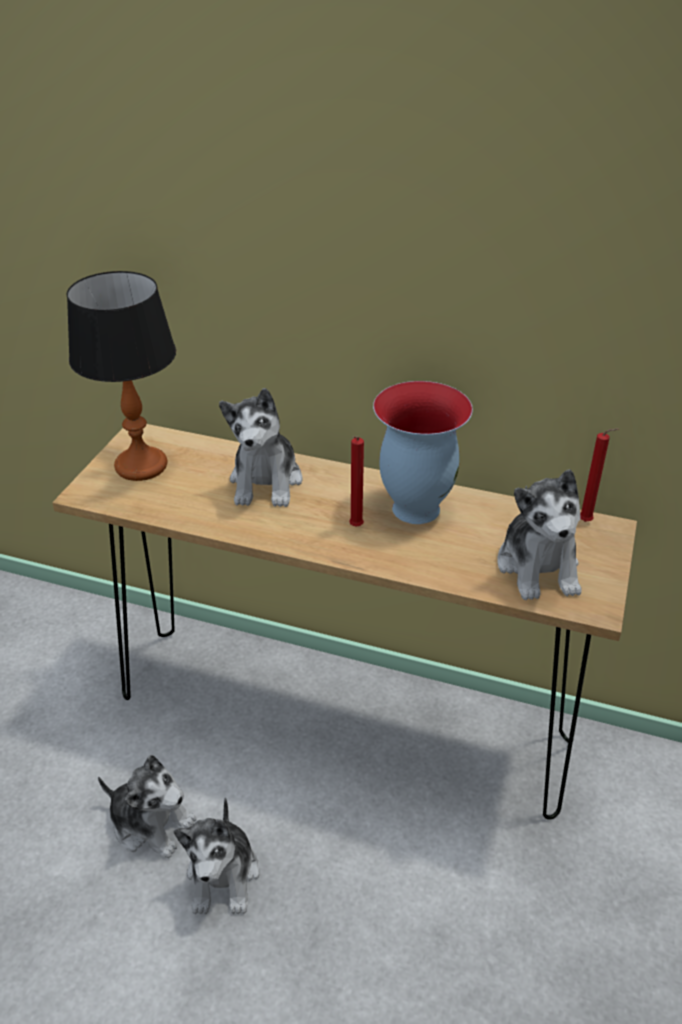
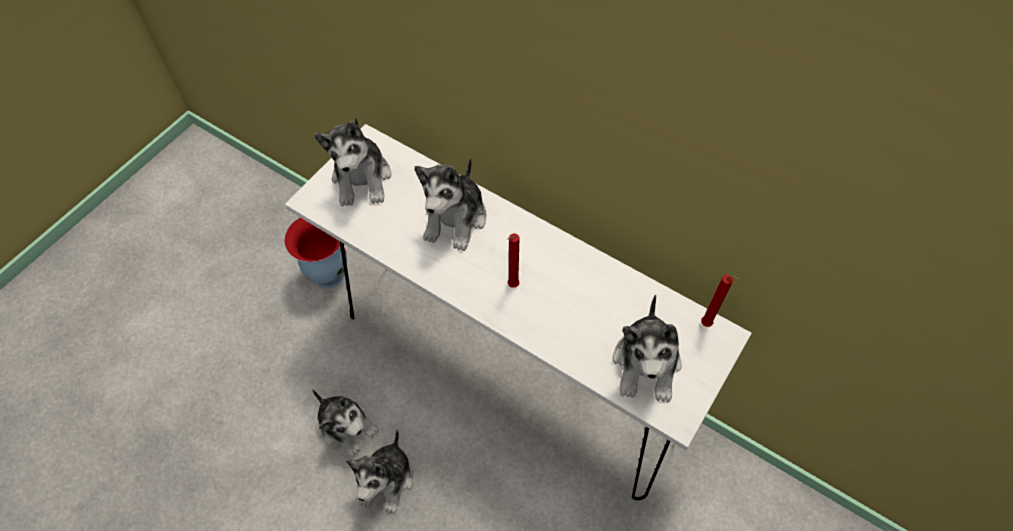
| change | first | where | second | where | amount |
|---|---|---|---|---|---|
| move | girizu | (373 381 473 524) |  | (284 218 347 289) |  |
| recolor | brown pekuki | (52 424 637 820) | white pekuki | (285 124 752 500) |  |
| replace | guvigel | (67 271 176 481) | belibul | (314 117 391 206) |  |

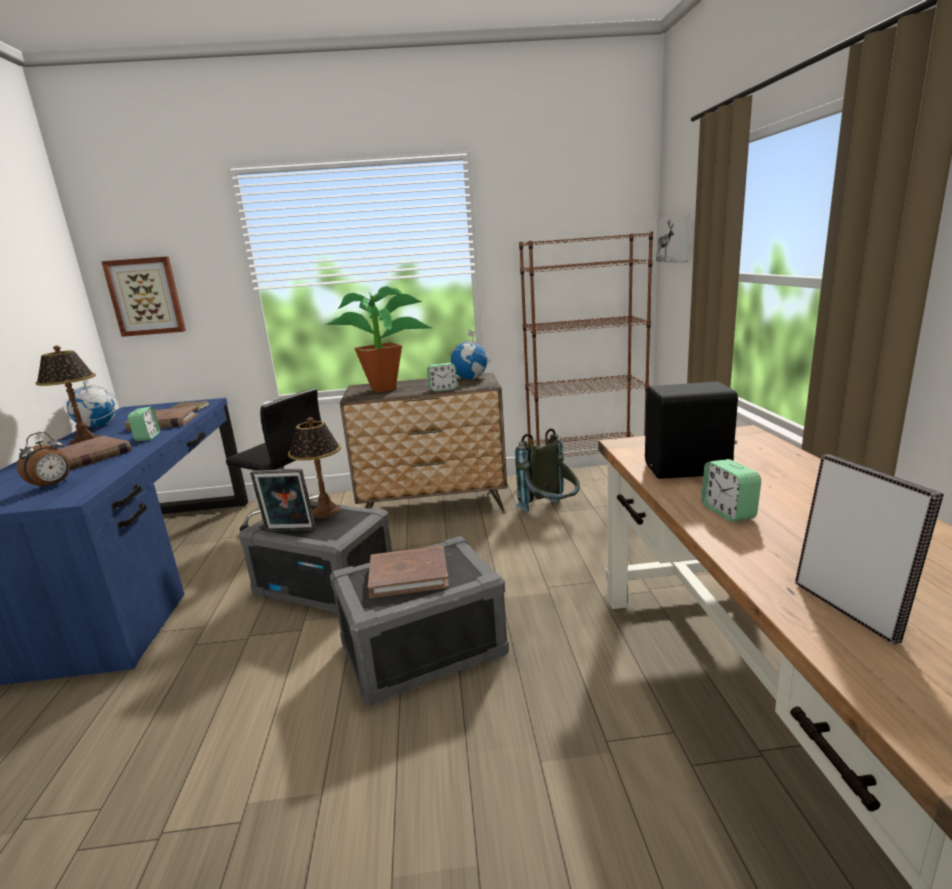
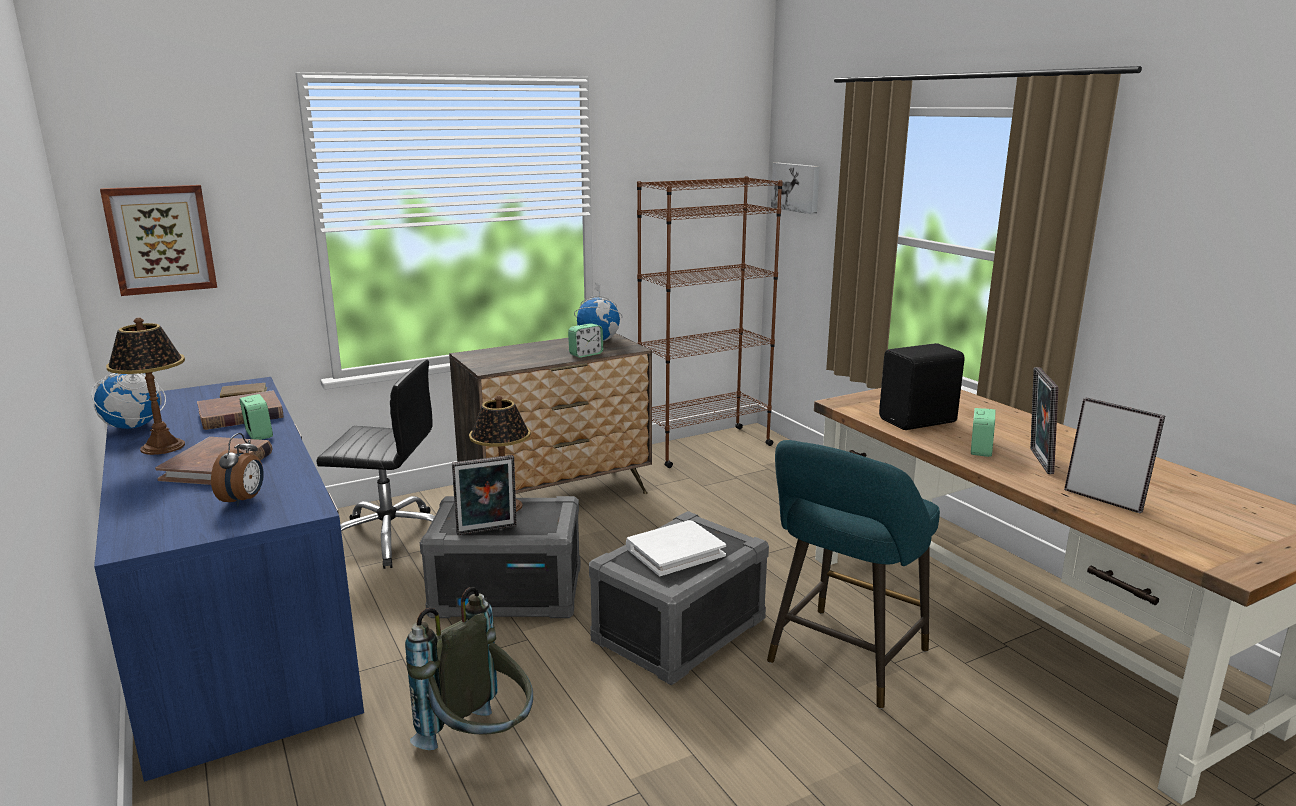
| change | first | where | second | where | amount |
|---|---|---|---|---|---|
| move | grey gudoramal | (515 428 580 511) |  | (405 587 533 750) |  |
| recolor | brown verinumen | (368 546 449 598) | white verinumen | (626 520 726 576) |  |
| insert |  |  | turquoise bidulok | (767 440 940 709) |  |
| rotate | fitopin | (701 459 761 522) |  | (971 408 995 457) | 120 degrees counterclockwise |
| insert |  |  | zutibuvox | (1030 367 1058 474) |  |
| delete | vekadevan | (326 286 433 393) |  |  |  |

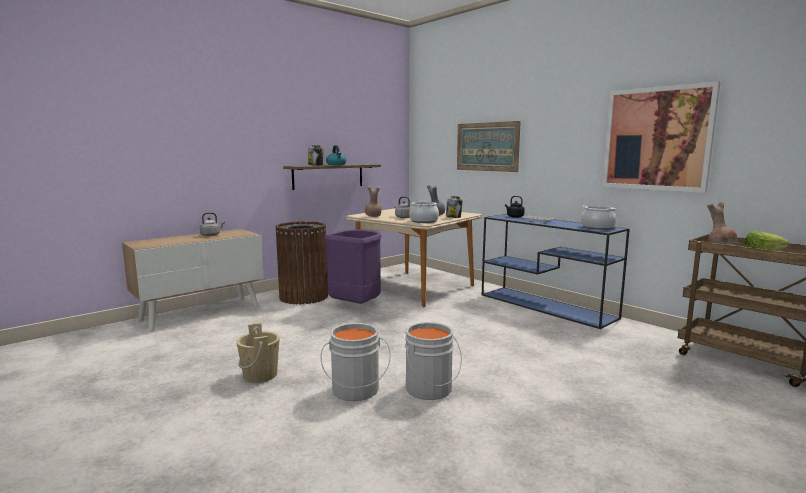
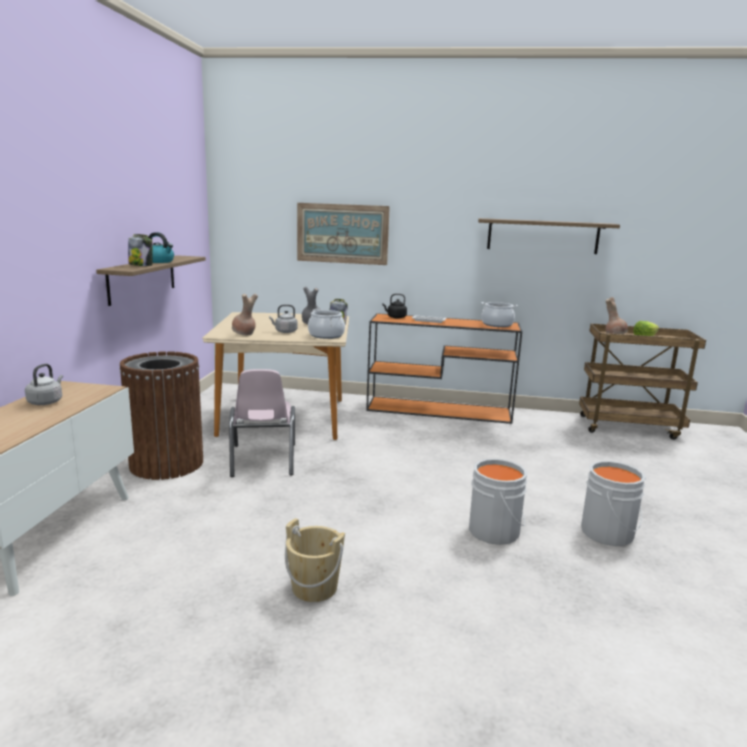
| change | first | where | second | where | amount |
|---|---|---|---|---|---|
| replace | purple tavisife | (324 230 382 304) | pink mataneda | (229 369 295 477) |  |
| recolor | blue pekuki | (482 214 630 329) | orange pekuki | (366 313 522 424) |  |
| replace | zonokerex | (602 81 721 193) | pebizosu | (478 218 620 254) |  |
| move | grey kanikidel | (321 323 391 401) |  | (581 461 646 546) |  |

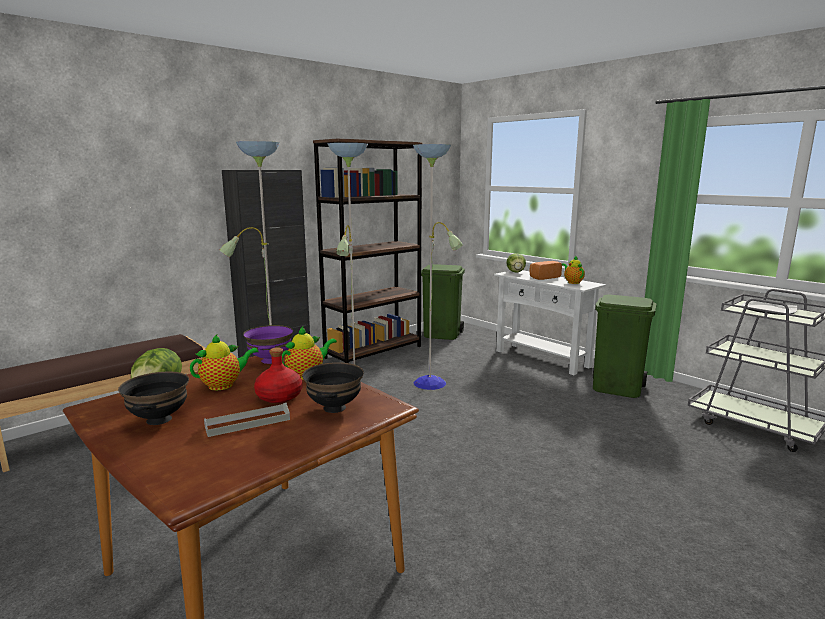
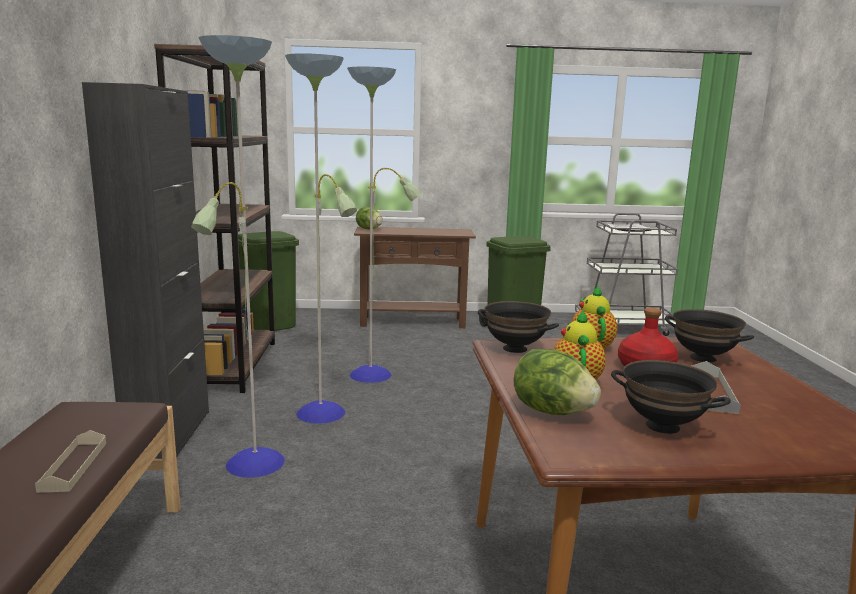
| change | first | where | second | where | amount |
|---|---|---|---|---|---|
| insert |  |  | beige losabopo | (35 430 106 493) |  |
| recolor | white pekuki | (494 270 606 375) | brown pekuki | (354 227 476 328) |  |
| recolor | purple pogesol | (243 325 293 364) | black pogesol | (478 301 559 353) |  |
| delete | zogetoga | (529 261 562 280) |  |  |  |
| delete | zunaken | (562 256 585 284) |  |  |  |

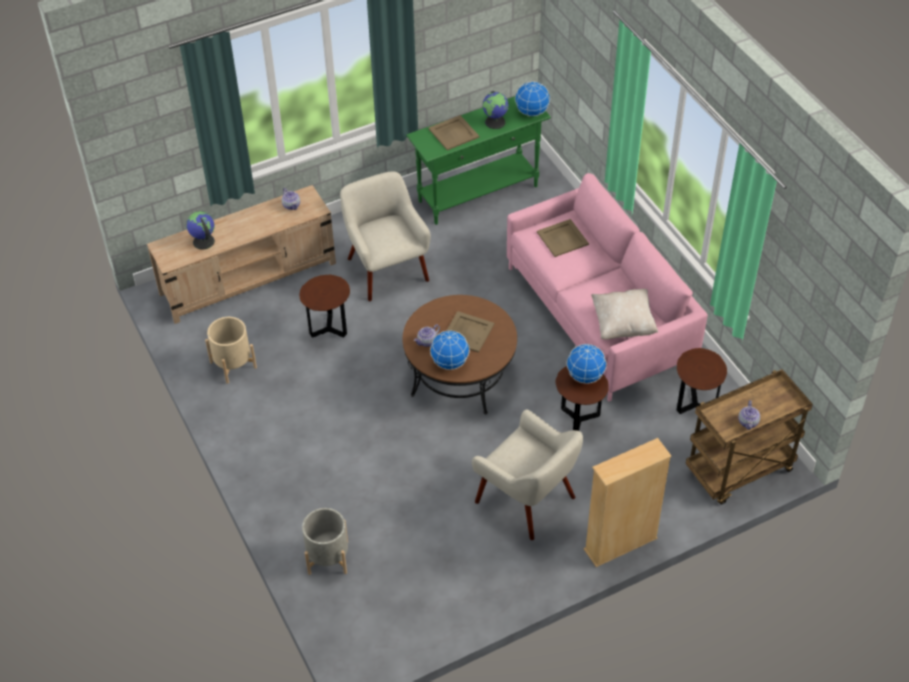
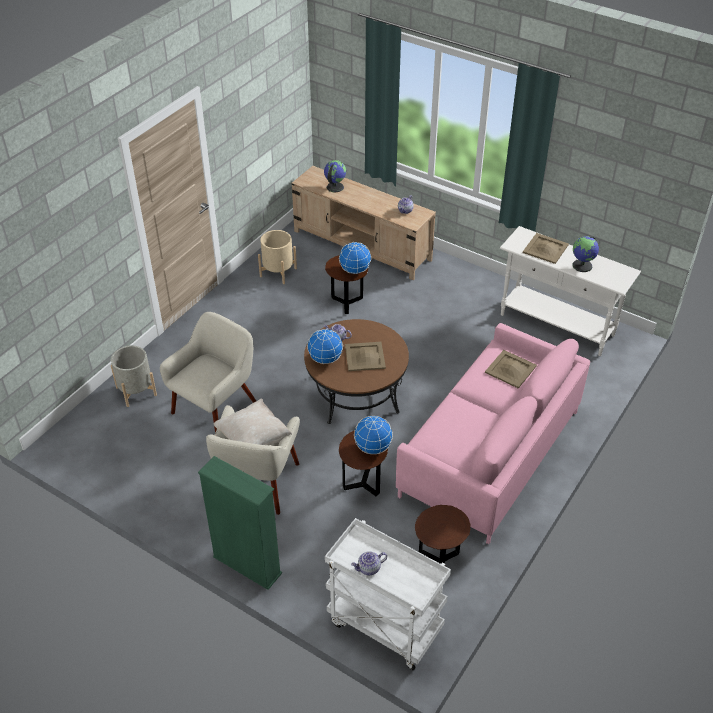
| change | first | where | second | where | amount |
|---|---|---|---|---|---|
| move | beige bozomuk | (340 172 431 301) |  | (160 312 256 433) |  |
| recolor | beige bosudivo | (584 438 672 567) | green bosudivo | (198 456 282 590) |  |
| move | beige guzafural | (591 289 658 340) |  | (214 399 292 445) |  |
| recolor | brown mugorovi | (685 369 813 505) | white mugorovi | (325 518 451 670) |  |
| move | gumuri | (515 81 550 116) |  | (339 242 371 274) |  |
| recolor | green pekuki | (406 96 551 225) | white pekuki | (500 226 641 356) |  |

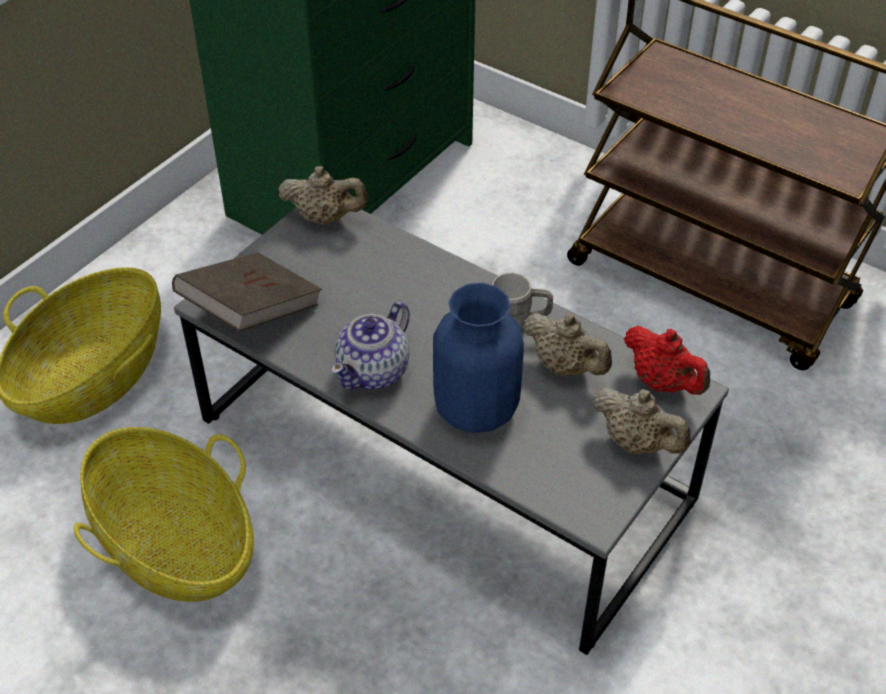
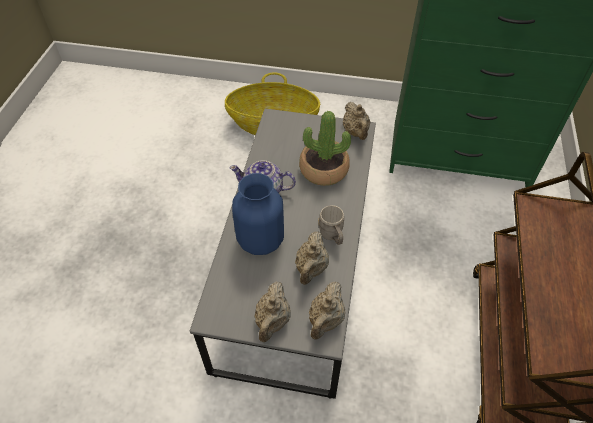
| change | first | where | second | where | amount |
|---|---|---|---|---|---|
| insert |  |  | vekadevan | (299 111 351 186) |  |
| recolor | red zunaken | (624 326 710 395) | beige zunaken | (309 281 345 339) |  |
| delete | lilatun | (74 427 254 602) |  |  |  |
| delete | brown verinumen | (172 252 322 332) |  |  |  |

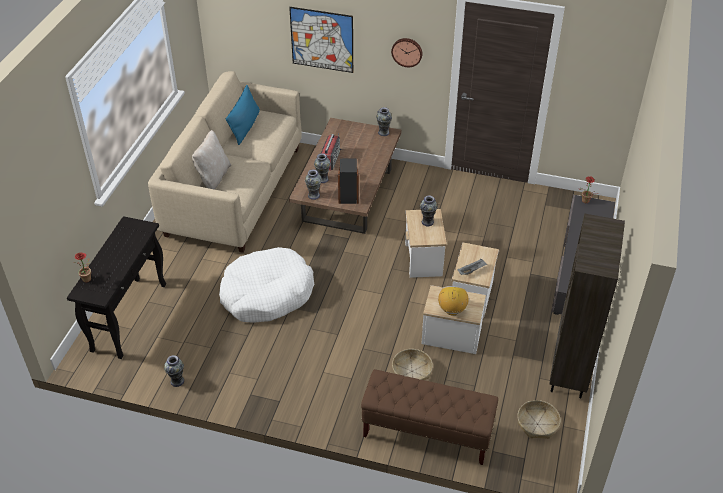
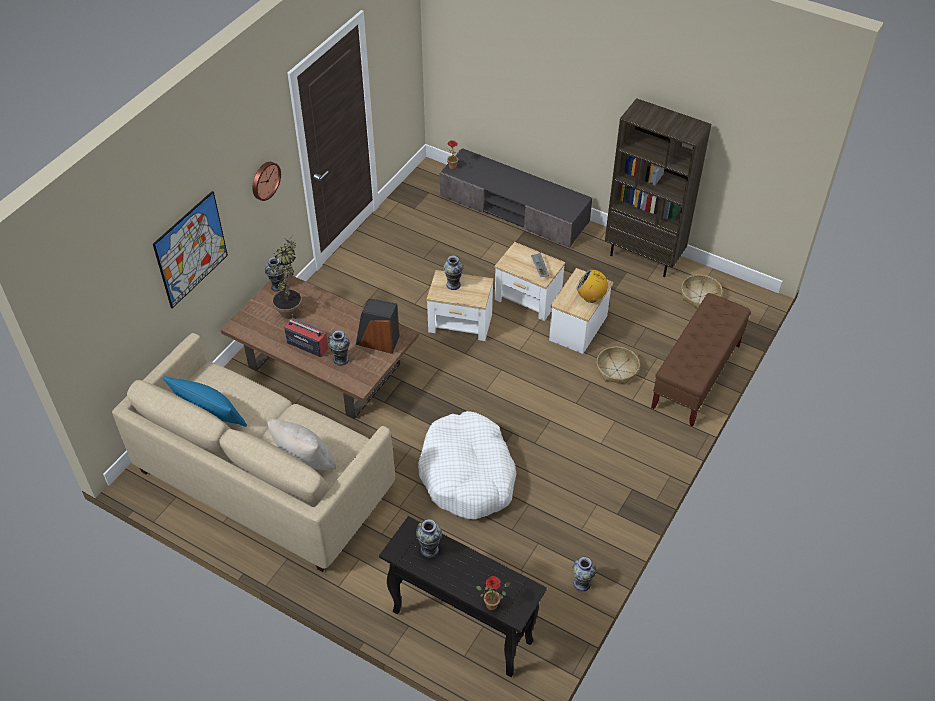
| change | first | where | second | where | amount |
|---|---|---|---|---|---|
| insert |  |  | vekadevan | (270 236 302 319) |  |
| move | girizu | (305 169 322 200) |  | (416 519 442 558) |  |

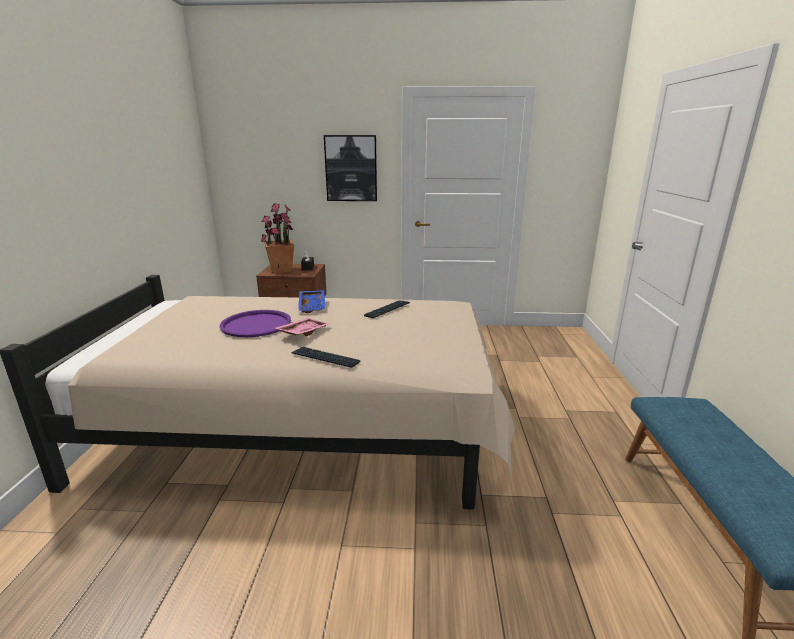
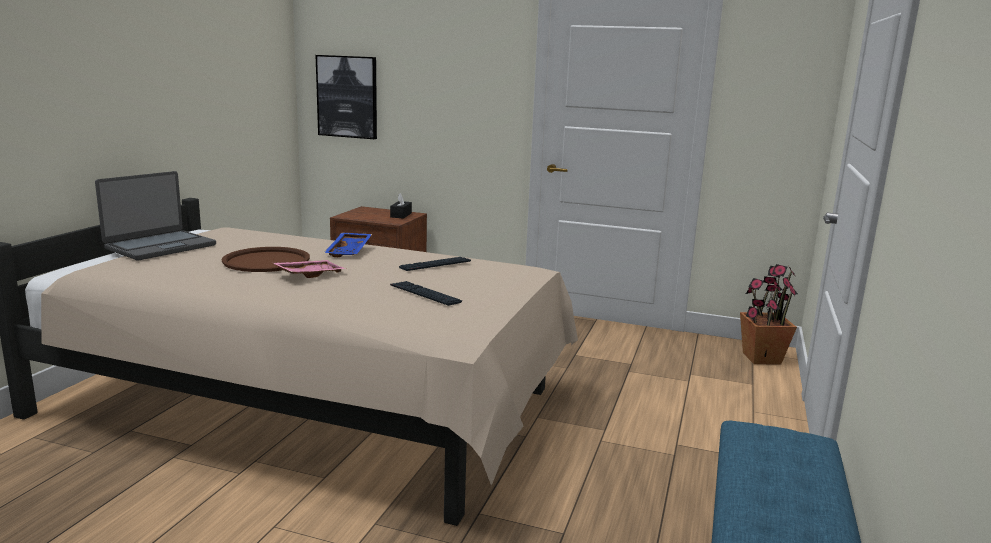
| change | first | where | second | where | amount |
|---|---|---|---|---|---|
| insert |  |  | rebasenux | (95 171 216 260) |  |
| recolor | purple losabopo | (220 310 291 337) | brown losabopo | (222 247 310 272) |  |
| move | zonokerex | (324 135 377 201) |  | (316 55 377 139) |  |
| move | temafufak | (291 347 361 368) |  | (390 281 462 306) |  |
| move | vekadevan | (261 203 294 273) |  | (740 264 798 365) |  |

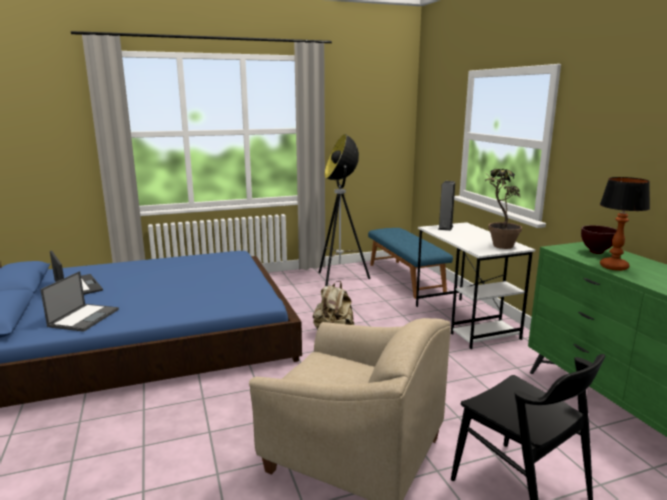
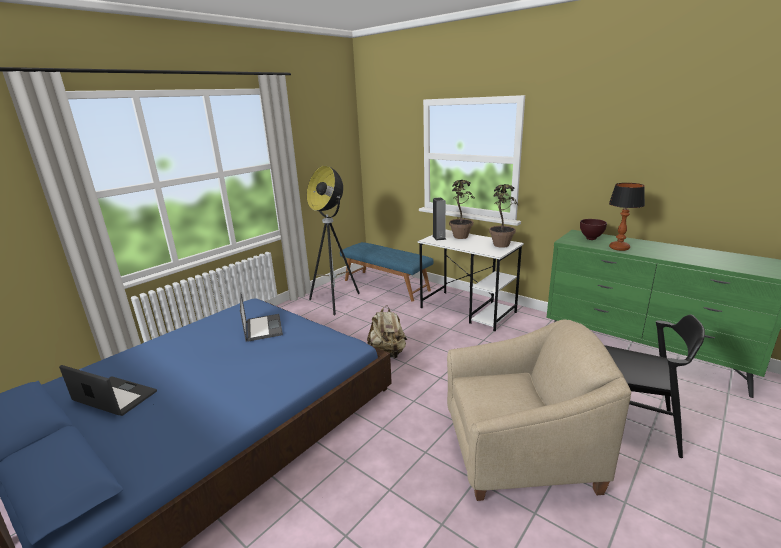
| change | first | where | second | where | amount |
|---|---|---|---|---|---|
| move | rebasenux | (40 271 119 332) |  | (240 293 283 342) |  |
| insert |  |  | vekadevan | (449 180 475 239) |  |

